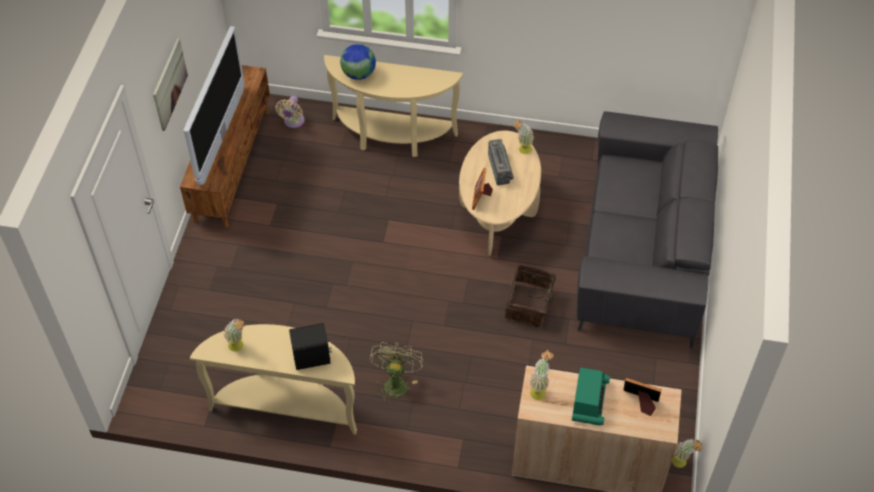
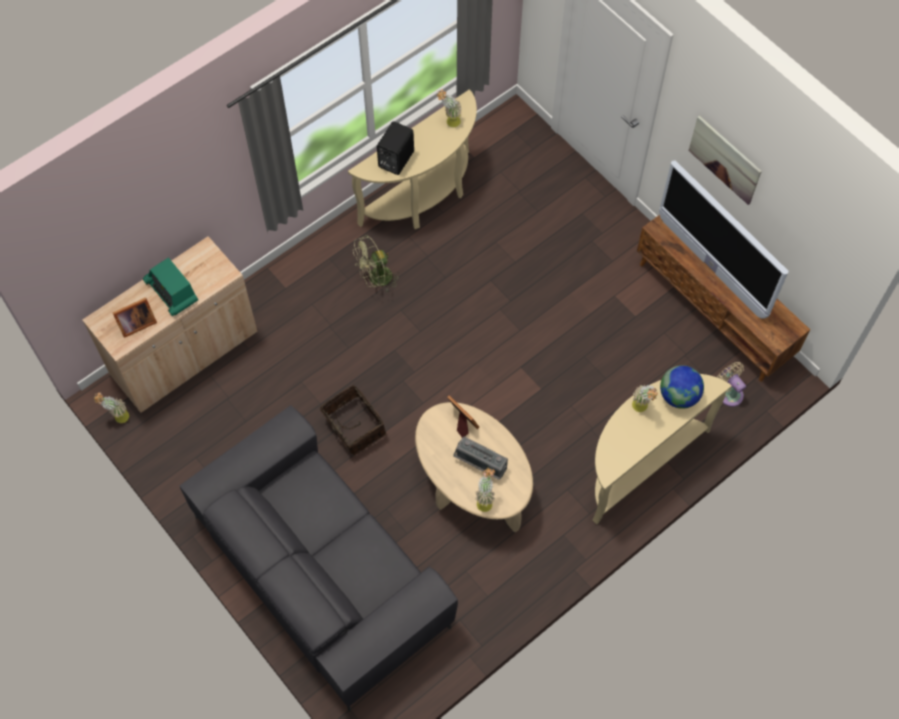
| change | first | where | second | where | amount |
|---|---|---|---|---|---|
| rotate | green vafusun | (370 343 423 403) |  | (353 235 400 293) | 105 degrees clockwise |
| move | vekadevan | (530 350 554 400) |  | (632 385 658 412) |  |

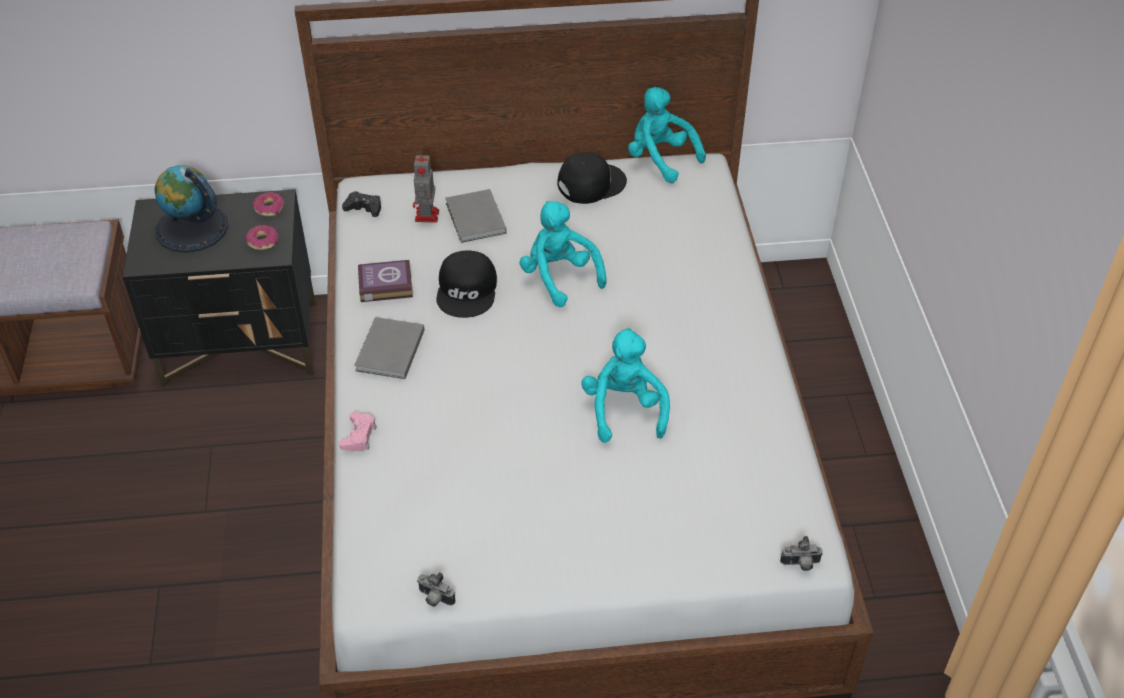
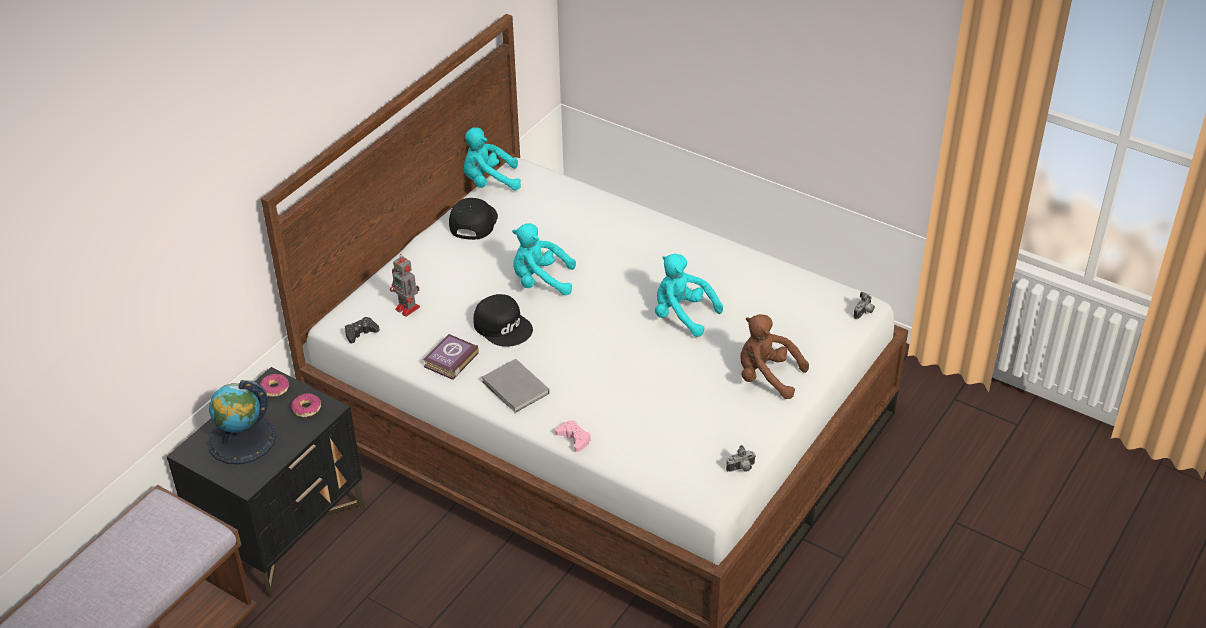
| change | first | where | second | where | amount |
|---|---|---|---|---|---|
| insert |  |  | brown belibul | (740 314 809 399) |  |
| delete | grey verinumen | (445 189 507 243) |  |  |  |

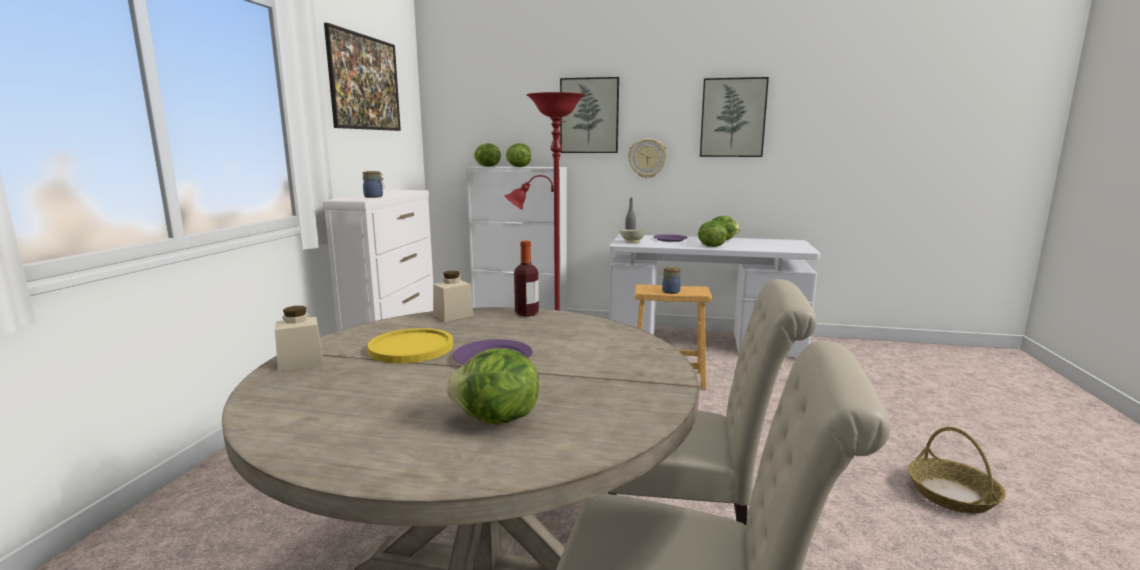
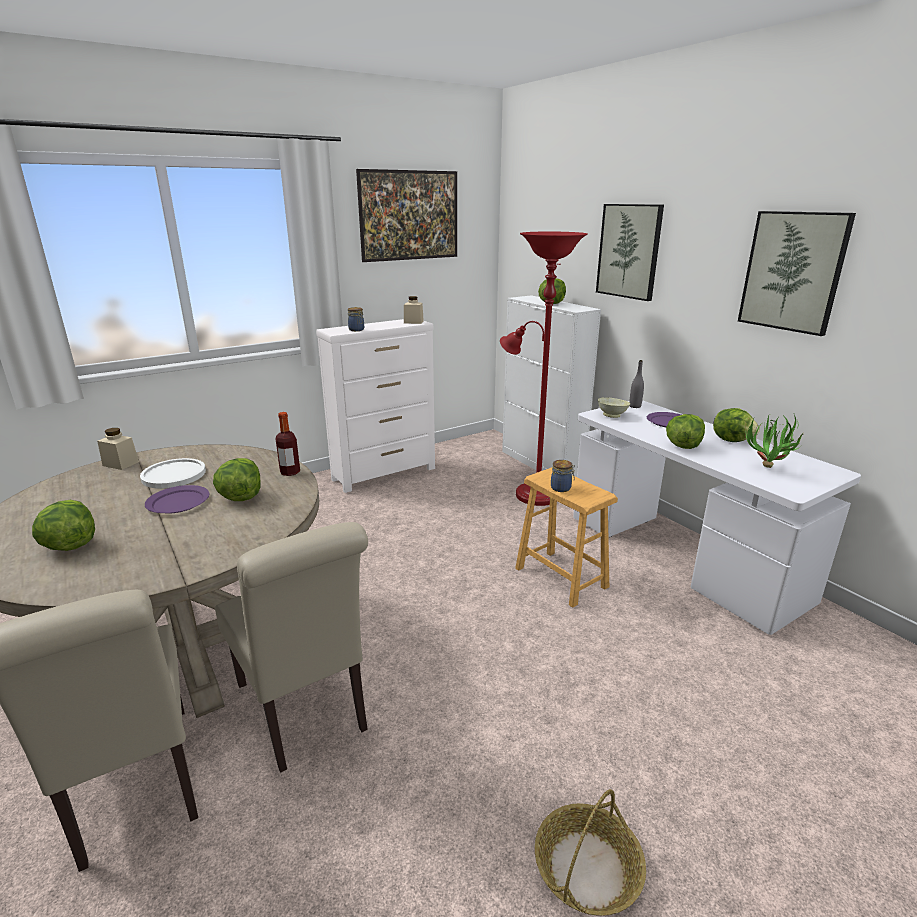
| change | first | where | second | where | amount |
|---|---|---|---|---|---|
| recolor | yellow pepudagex | (368 328 453 363) | white pepudagex | (140 458 206 489) |  |
| move | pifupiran | (473 143 501 167) |  | (213 458 261 501) |  |
| move | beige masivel | (433 271 474 322) |  | (404 296 424 324) |  |
| insert |  |  | vekadevan | (746 412 804 468) |  |
| delete | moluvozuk | (628 138 668 178) |  |  |  |

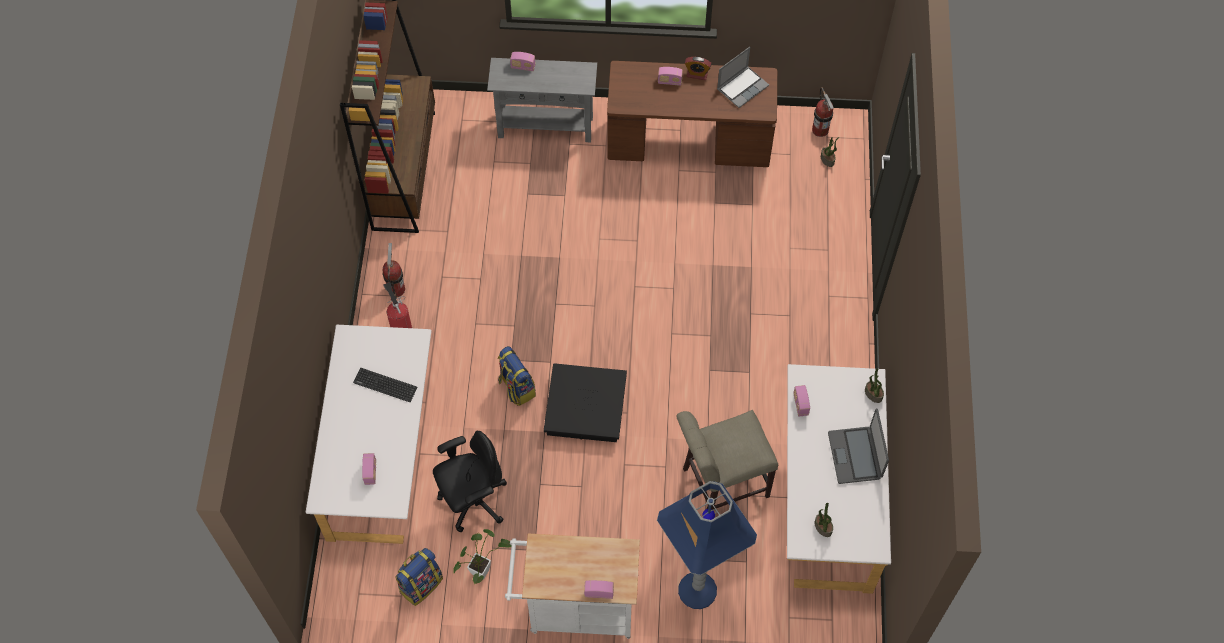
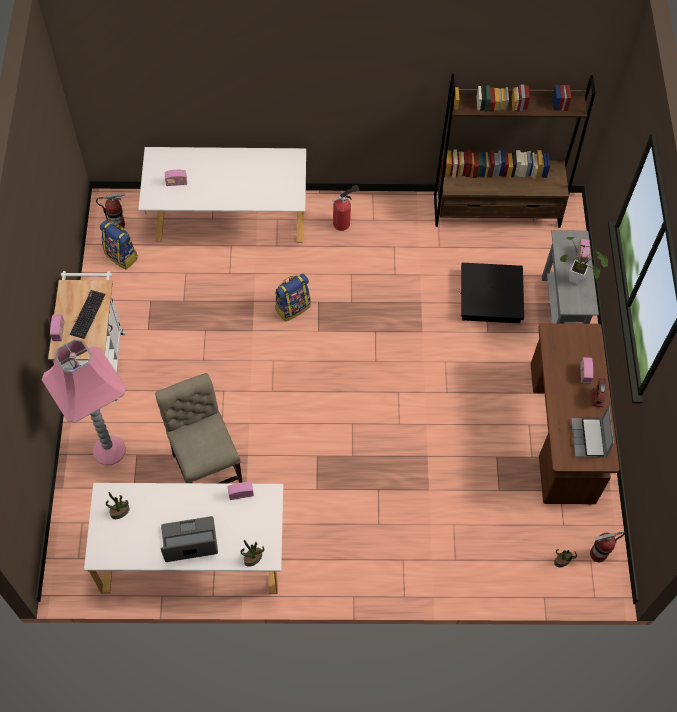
| change | first | where | second | where | amount |
|---|---|---|---|---|---|
| recolor | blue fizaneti | (657 481 757 609) | pink fizaneti | (42 339 126 465) |  |
| move | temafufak | (353 368 417 402) |  | (70 290 106 339) |  |
| move | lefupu | (383 243 405 299) |  | (96 193 125 228) |  |
| move | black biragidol | (544 363 627 442) |  | (460 263 524 323) |  |
| move | vekadevan | (453 529 512 584) |  | (559 237 608 285) |  |
| rotate | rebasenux | (717 47 769 108) |  | (571 405 614 457) | 45 degrees clockwise |
| delete | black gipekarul | (433 430 507 532) |  |  |  |

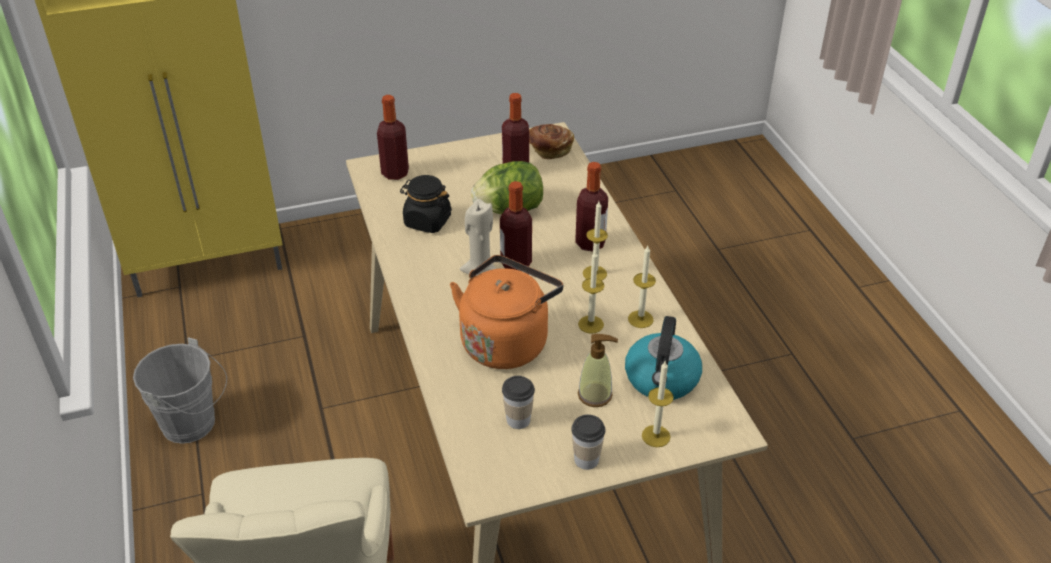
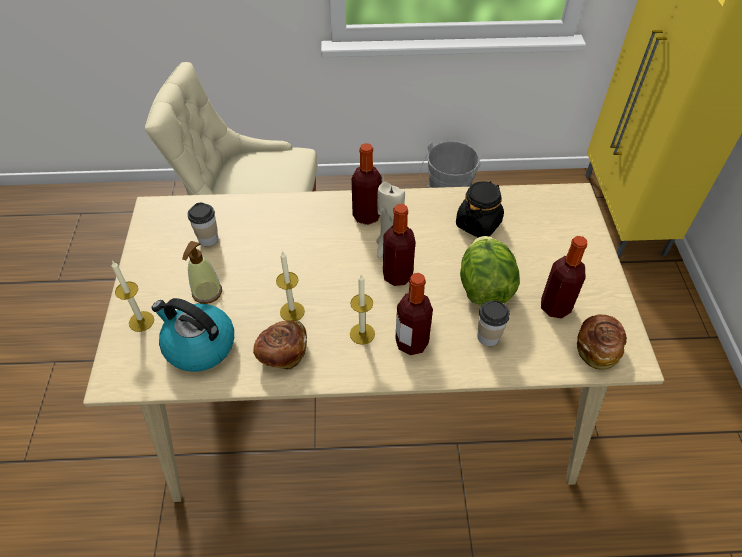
| change | first | where | second | where | amount |
|---|---|---|---|---|---|
| replace | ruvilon | (628 246 656 328) | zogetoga | (253 320 307 369) |  |
| move | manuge | (377 95 409 180) |  | (351 143 382 225) |  |
| move | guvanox | (571 415 606 470) |  | (478 300 510 346) |  |
| delete | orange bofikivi | (450 255 563 369) |  |  |  |

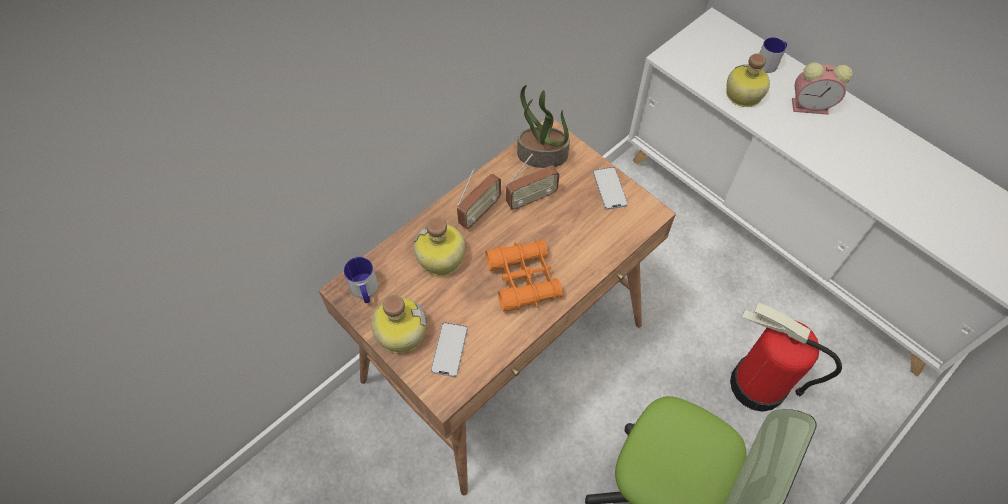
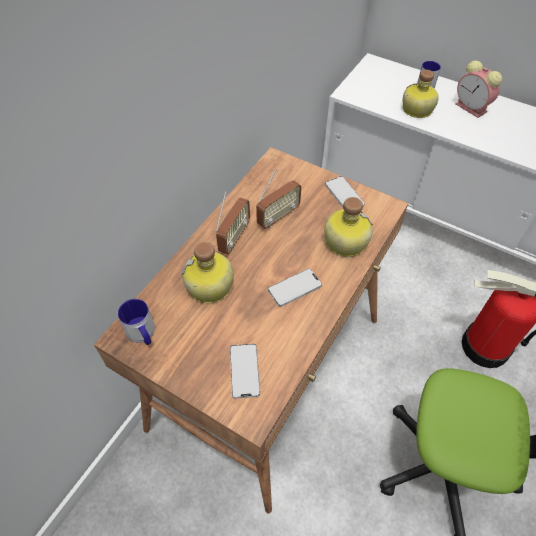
| change | first | where | second | where | amount |
|---|---|---|---|---|---|
| replace | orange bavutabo | (486 239 563 312) | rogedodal | (268 269 322 307) |  |
| move | manuge | (371 295 427 353) |  | (324 197 373 257) |  |
| rotate | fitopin | (792 62 853 115) |  | (455 60 502 118) | 60 degrees clockwise |
| delete | vekadevan | (517 85 570 168) |  |  |  |

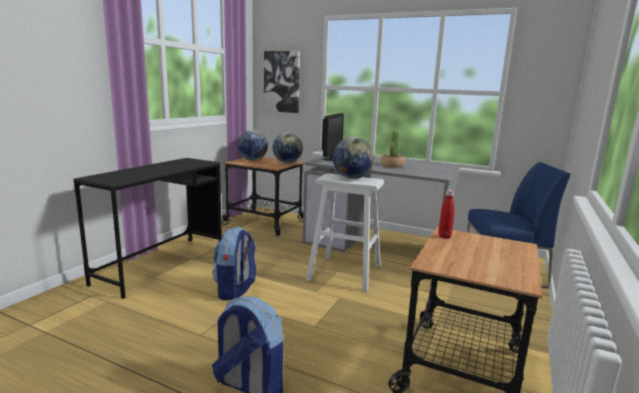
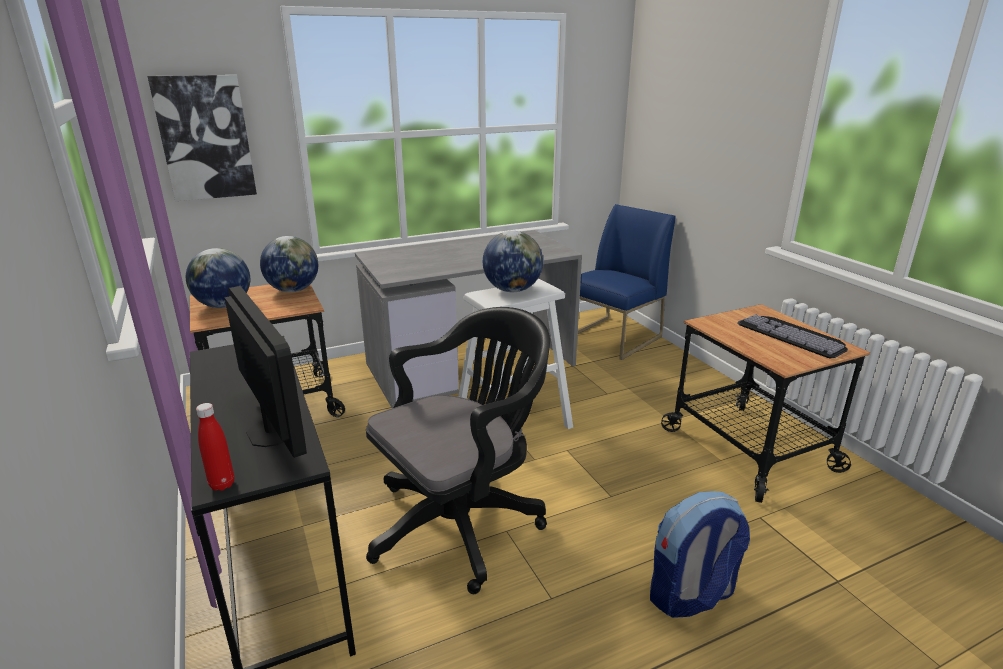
| change | first | where | second | where | amount |
|---|---|---|---|---|---|
| move | red manuge | (438 190 455 239) |  | (196 403 234 491) |  |
| move | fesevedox | (322 113 344 161) |  | (224 286 307 458) |  |
| replace | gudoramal | (213 227 256 300) | black gipekarul | (366 307 550 594) |  |
| insert |  |  | temafufak | (737 314 848 358) |  |
| delete | vekadevan | (381 131 405 168) |  |  |  |

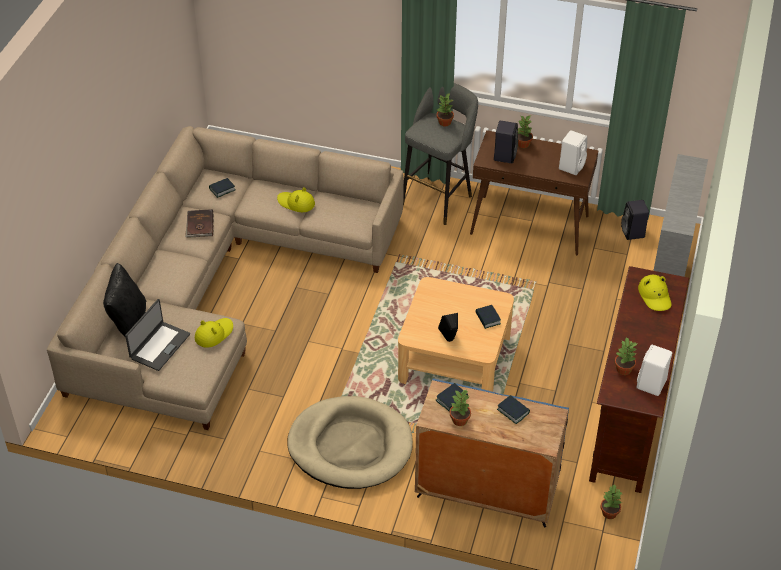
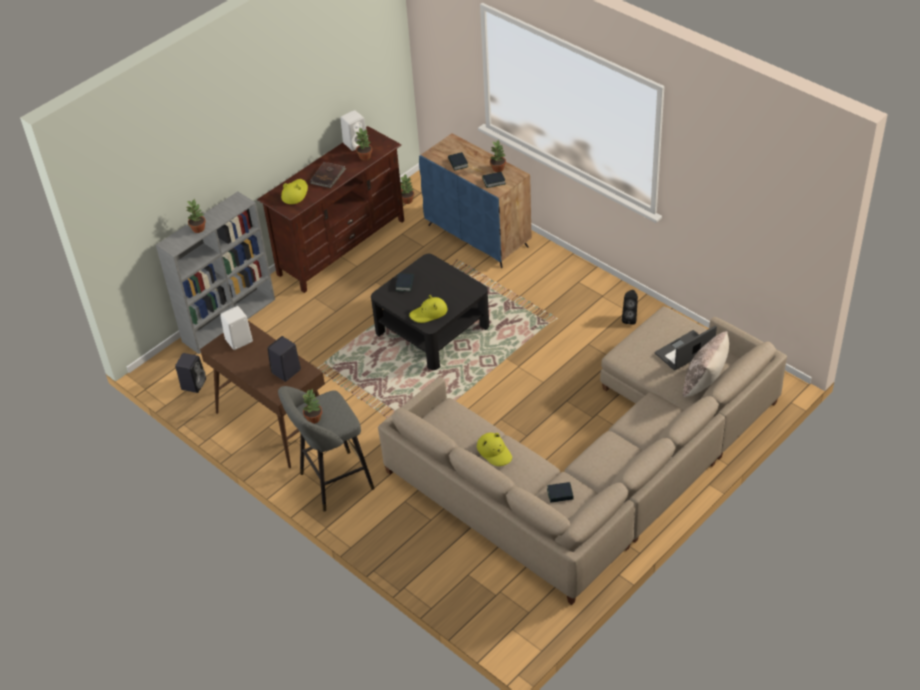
| change | first | where | second | where | amount |
|---|---|---|---|---|---|
| move | vekadevan | (518 115 533 148) |  | (186 199 206 233) |  |
| move | brown verinumen | (185 209 214 238) |  | (310 162 346 188) |  |
| recolor | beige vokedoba | (398 277 514 392) | black vokedoba | (371 254 489 370) |  |
| move | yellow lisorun | (195 318 233 348) |  | (409 295 448 323) |  |
| move | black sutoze | (438 313 458 342) |  | (622 290 638 325) |  |
| recolor | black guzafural | (103 263 146 336) | beige guzafural | (683 331 729 397) |  |
| delete | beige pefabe | (287 396 413 489) |  |  |  |

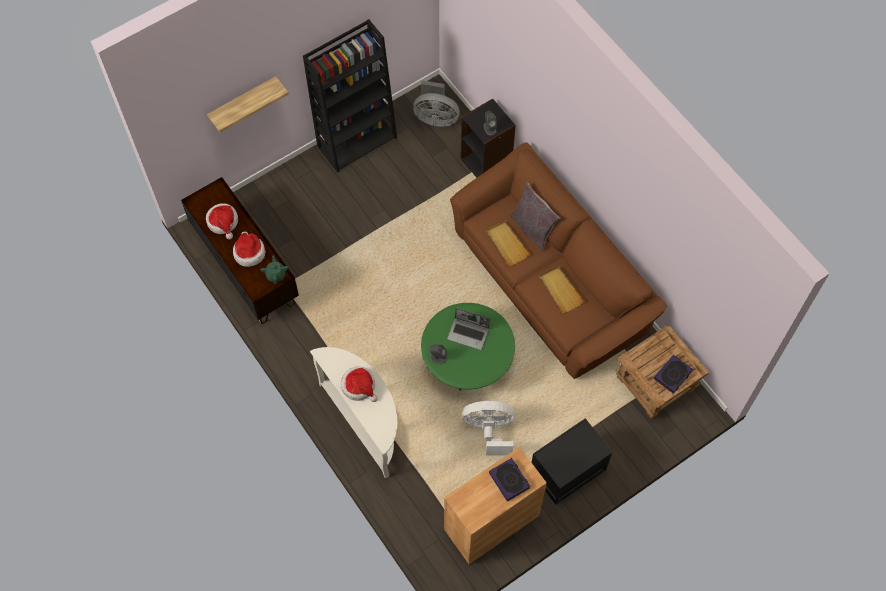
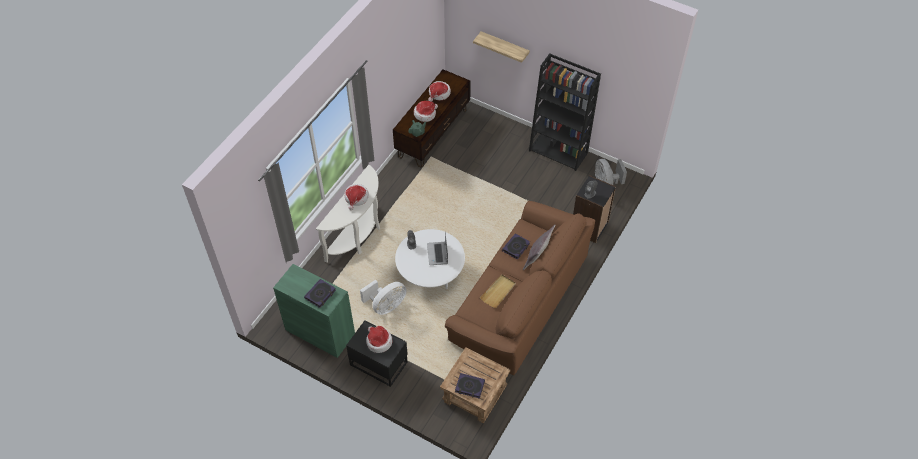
| change | first | where | second | where | amount |
|---|---|---|---|---|---|
| recolor | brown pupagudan | (444 447 547 564) | green pupagudan | (273 264 355 358) |  |
| rotate | white vafusun | (462 401 515 455) |  | (360 280 407 315) | 75 degrees clockwise |
| insert |  |  | lisorun | (366 326 393 353) |  |
| recolor | green vokedoba | (421 303 515 391) | white vokedoba | (395 229 465 289) |  |
| replace | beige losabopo | (486 221 530 266) | verinumen | (502 233 530 259) |  |

